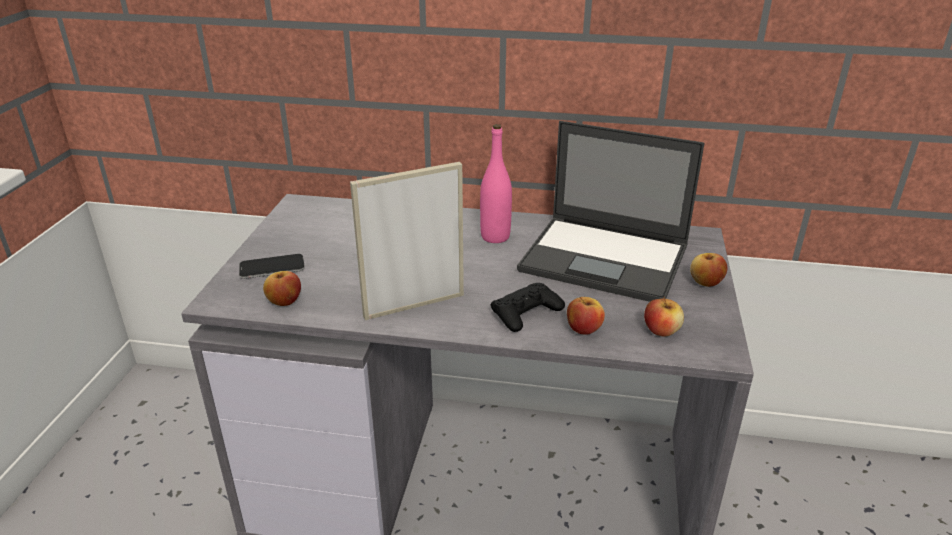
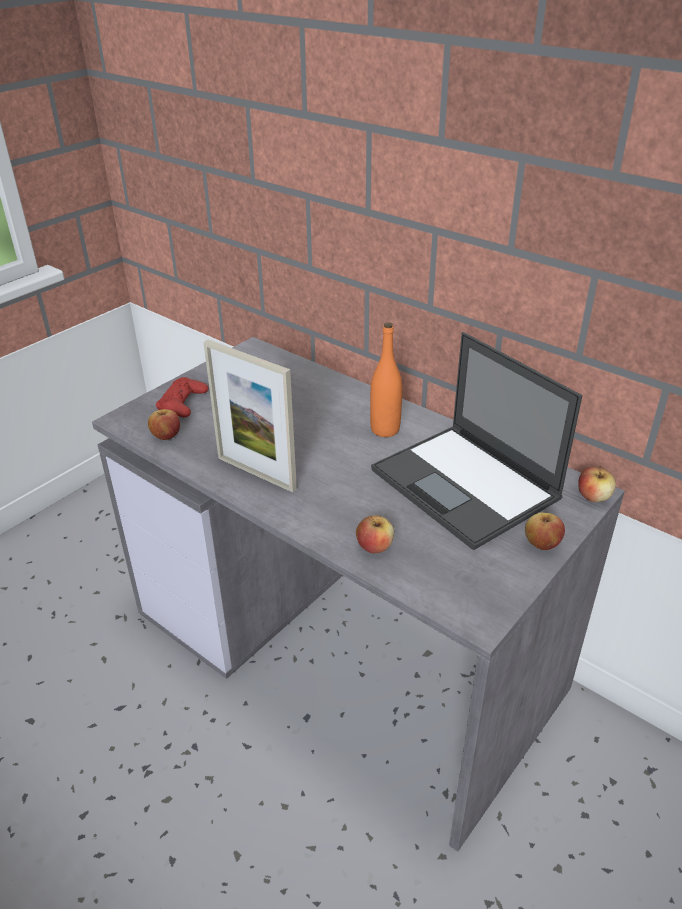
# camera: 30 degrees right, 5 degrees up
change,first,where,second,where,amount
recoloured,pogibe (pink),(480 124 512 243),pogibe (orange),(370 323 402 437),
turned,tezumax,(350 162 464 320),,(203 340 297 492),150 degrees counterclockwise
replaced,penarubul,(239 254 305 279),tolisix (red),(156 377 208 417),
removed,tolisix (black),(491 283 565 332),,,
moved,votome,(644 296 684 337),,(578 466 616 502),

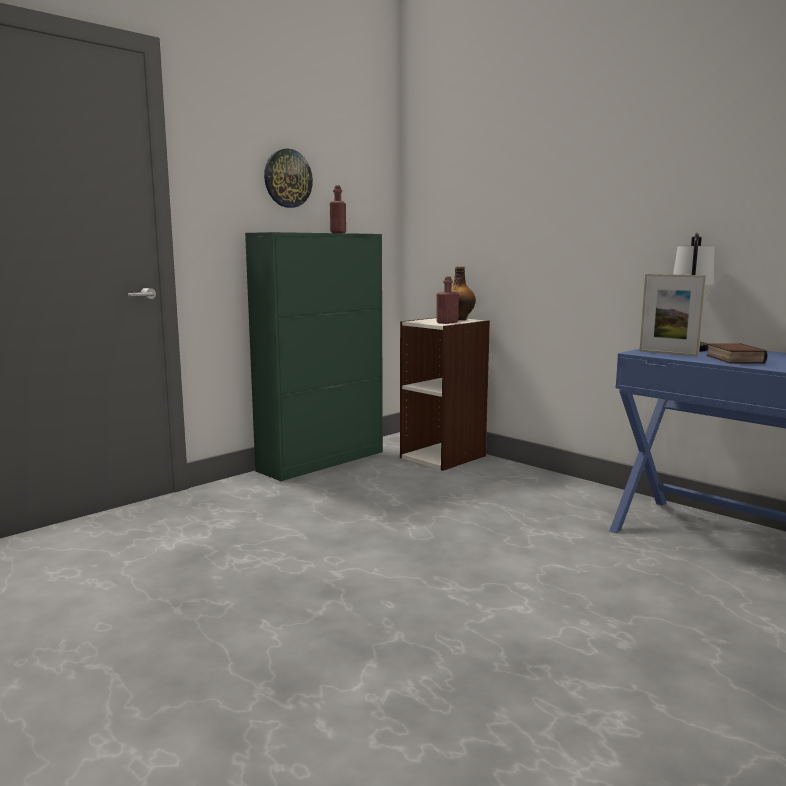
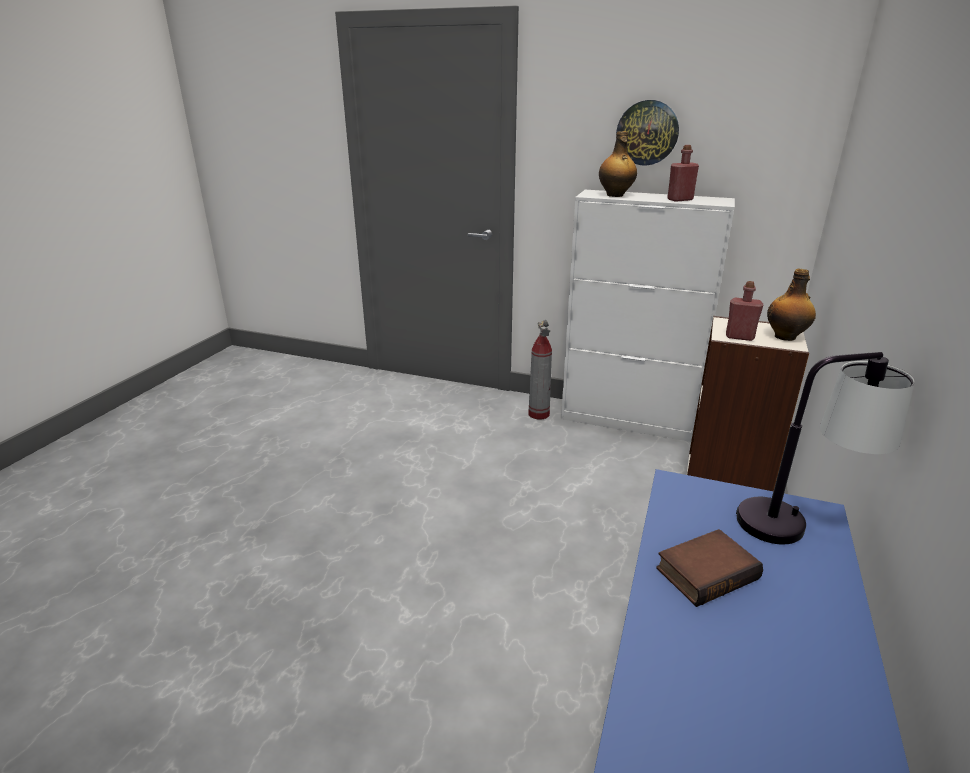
# camera: 65 degrees right, 15 degrees up
change,first,where,second,where,amount
recoloured,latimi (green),(245 232 383 481),latimi (white),(561 190 735 442),
removed,tezumax,(639 274 706 356),,,
added,,,pogibe,(599 131 637 197),
added,,,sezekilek,(528 320 552 420),

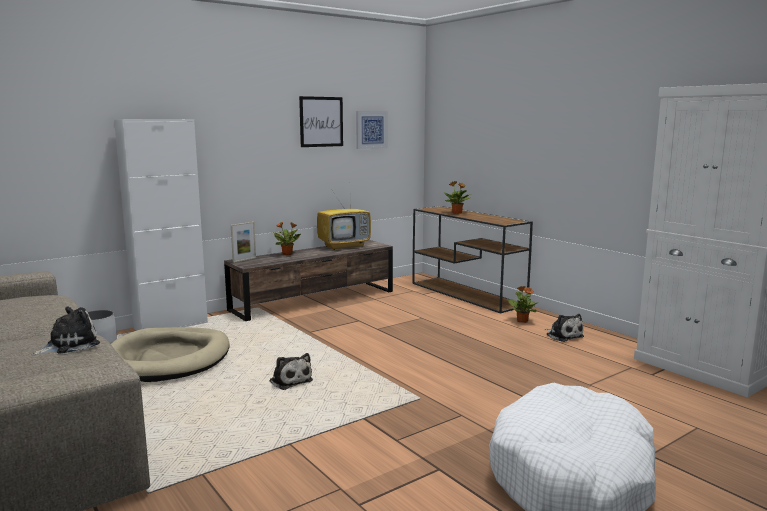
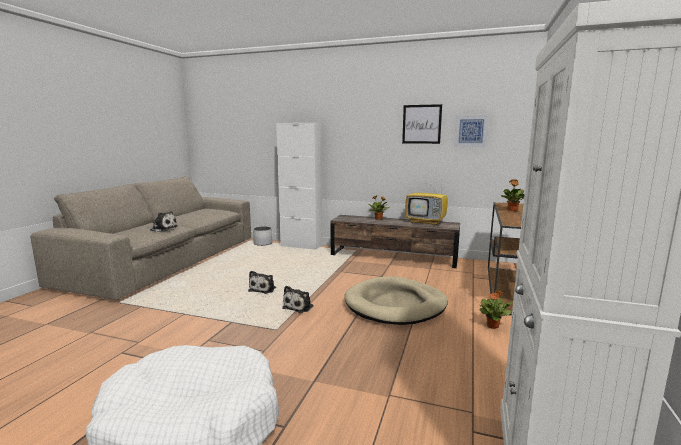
# camera: 55 degrees right, 0 degrees up
change,first,where,second,where,amount
removed,tezumax,(231 222 256 263),,,
moved,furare,(544 314 584 342),,(282 286 313 313),
moved,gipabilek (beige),(111 327 229 382),,(344 276 448 325),

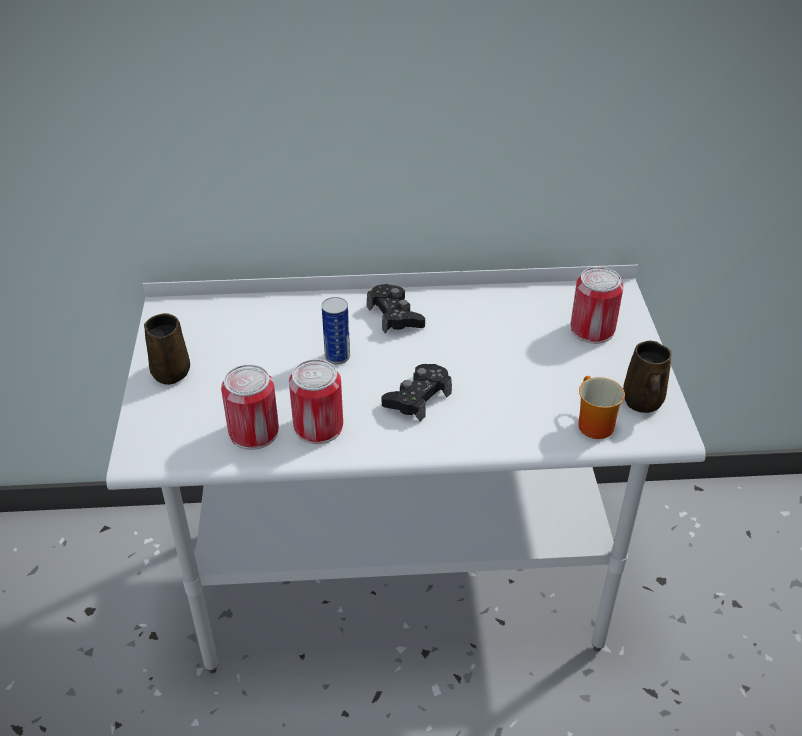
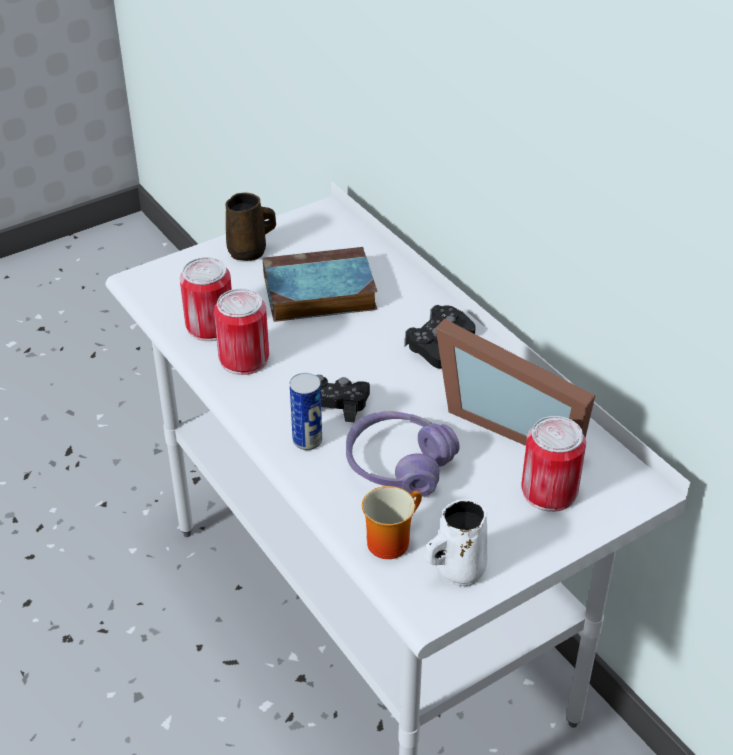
# camera: 60 degrees right, 0 degrees up
change,first,where,second,where,amount
moved,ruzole,(322 297 350 365),,(290 373 322 450),
recoloured,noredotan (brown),(623 341 671 413),noredotan (white),(425 499 487 586),
added,,,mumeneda,(263 247 377 322),
added,,,tezumax,(436 319 595 446),
added,,,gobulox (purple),(346 411 459 497),

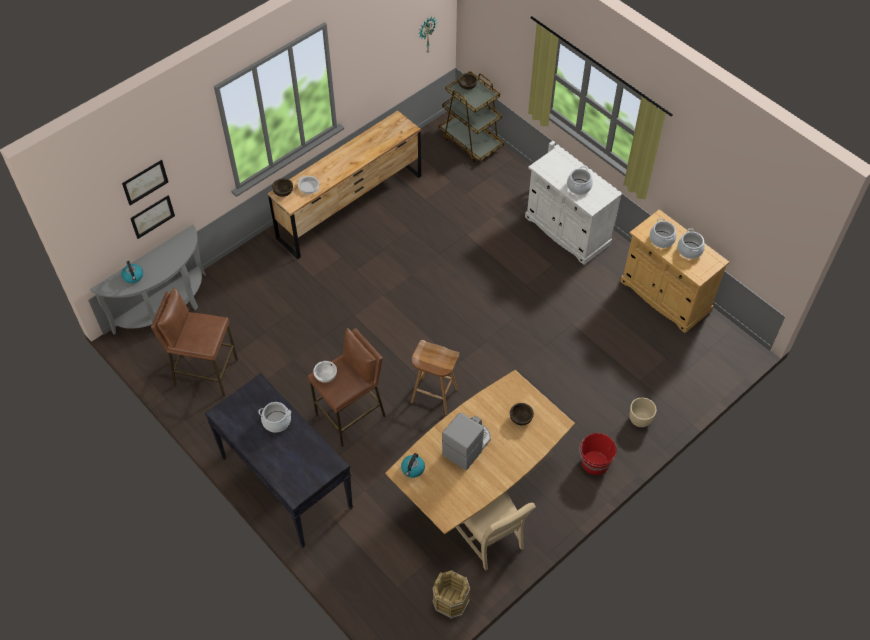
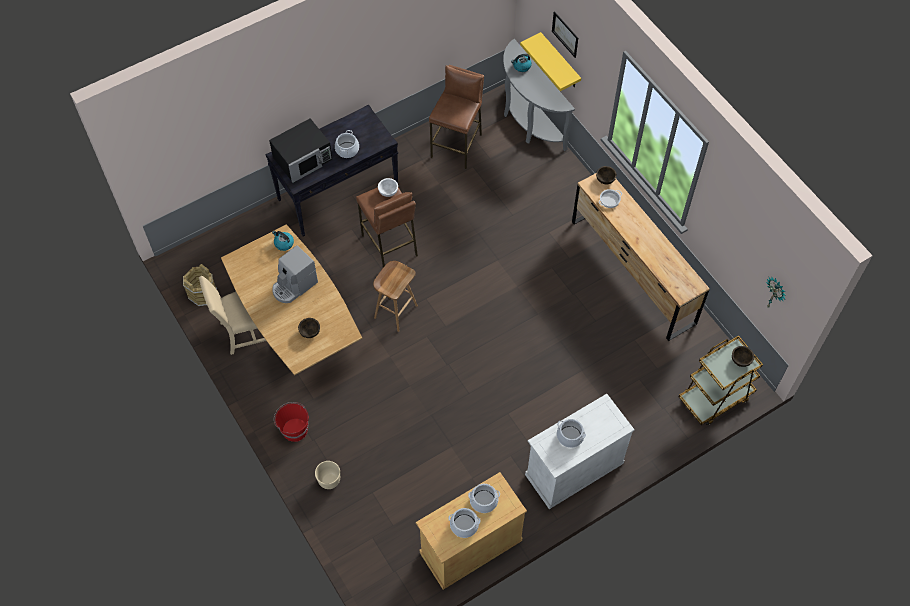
# camera: 100 degrees right, 5 degrees up
change,first,where,second,where,amount
replaced,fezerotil,(130 195 175 239),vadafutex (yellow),(520 32 581 91),
turned,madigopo,(442 413 491 471),,(272 245 318 303),90 degrees clockwise
added,,,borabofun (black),(269 118 332 182),

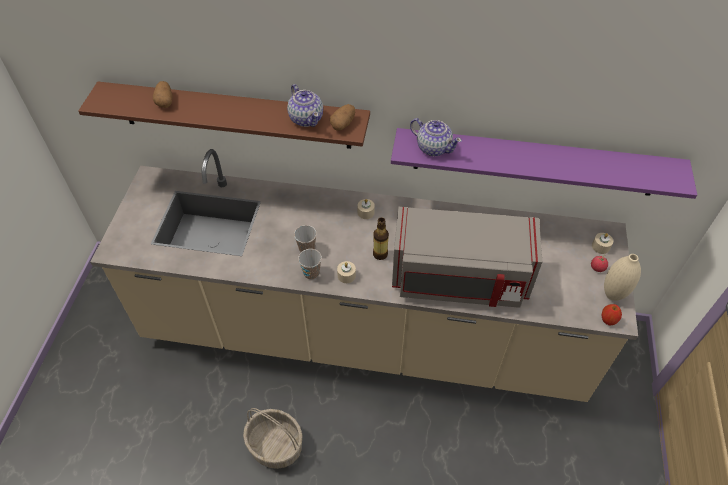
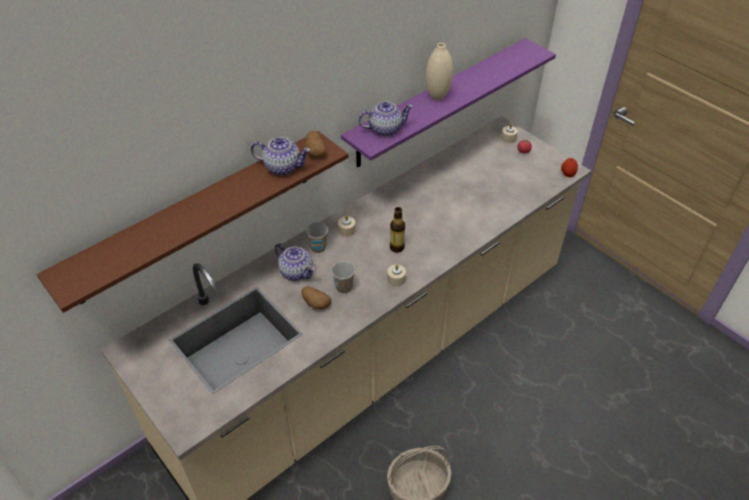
# camera: 50 degrees left, 5 degrees down
change,first,where,second,where,amount
moved,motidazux,(153 81 173 108),,(302 286 331 310),
removed,borabofun (grey),(392 207 542 308),,,
moved,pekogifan,(298 249 322 280),,(306 222 328 253),
moved,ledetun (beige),(604 254 641 301),,(426 43 453 100),
added,,,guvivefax,(275 243 315 281),

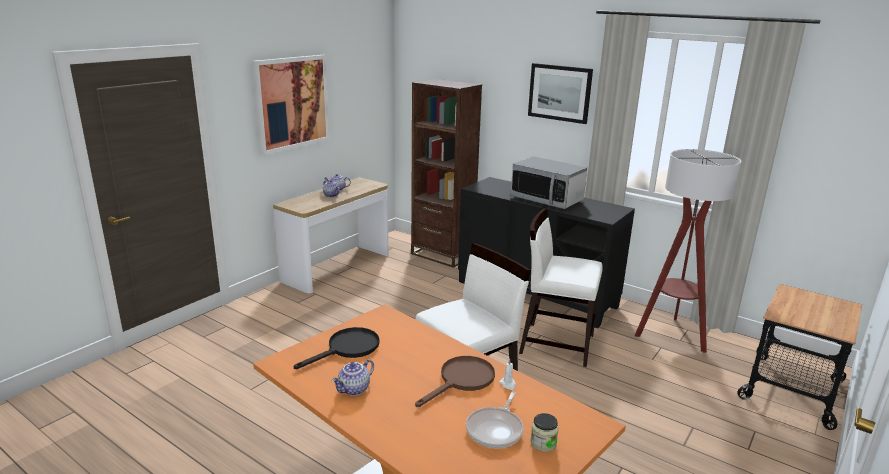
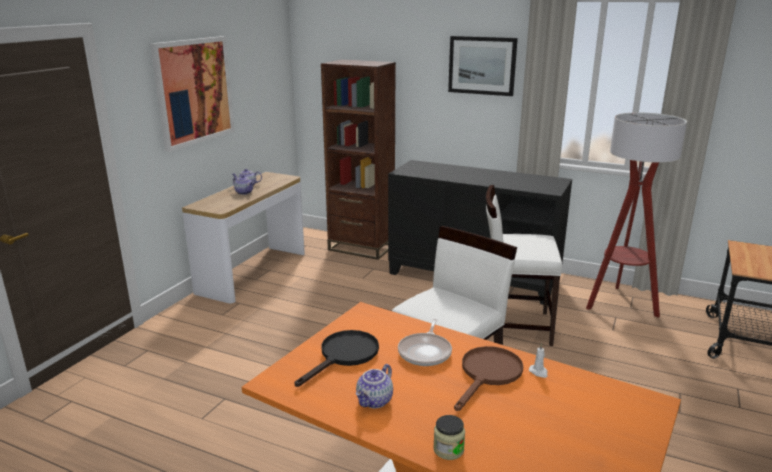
# camera: 10 degrees left, 0 degrees up
change,first,where,second,where,amount
removed,borabofun,(511 156 587 209),,,
moved,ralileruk,(466 392 523 448),,(398 319 452 366),
moved,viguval,(530 413 559 452),,(433 415 465 460),

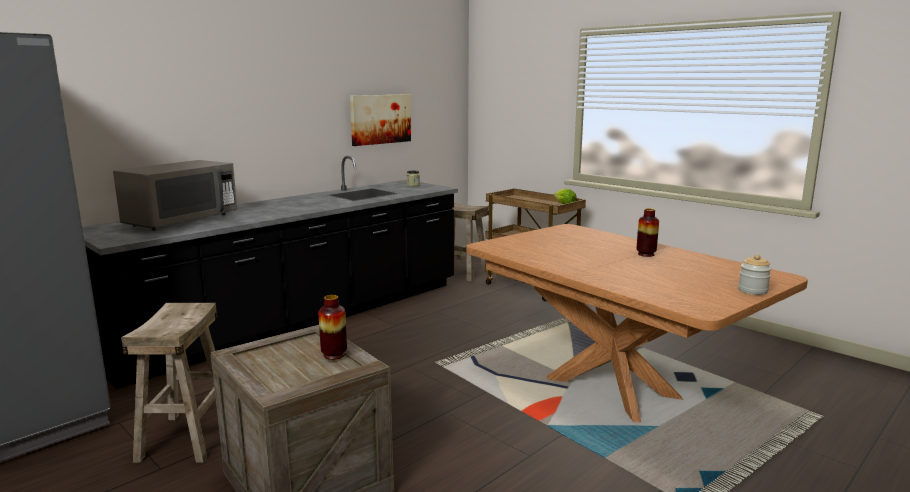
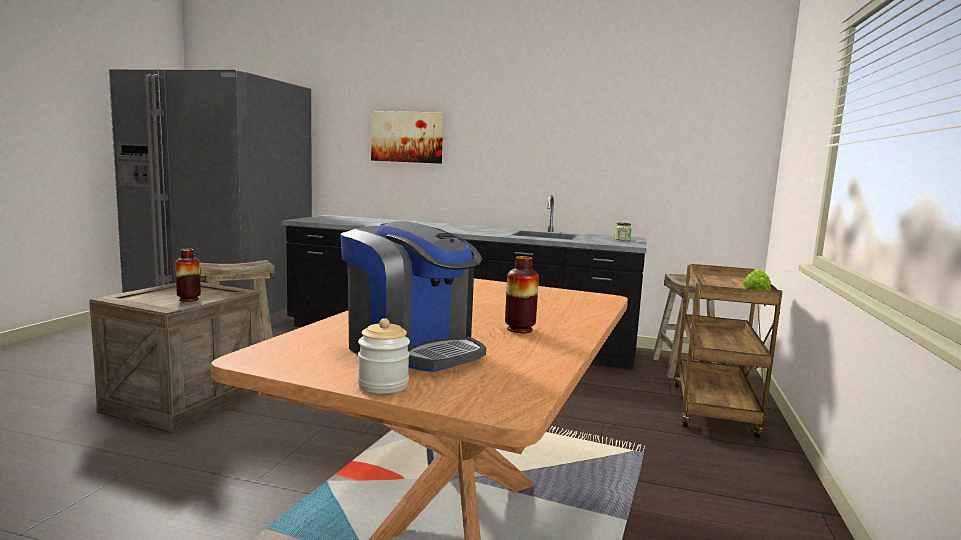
# camera: 60 degrees right, 5 degrees down
change,first,where,second,where,amount
moved,fezerotil,(350 94 411 146),,(371 111 444 164),
removed,borabofun (grey),(113 160 237 231),,,
added,,,madigopo,(340 221 486 372),

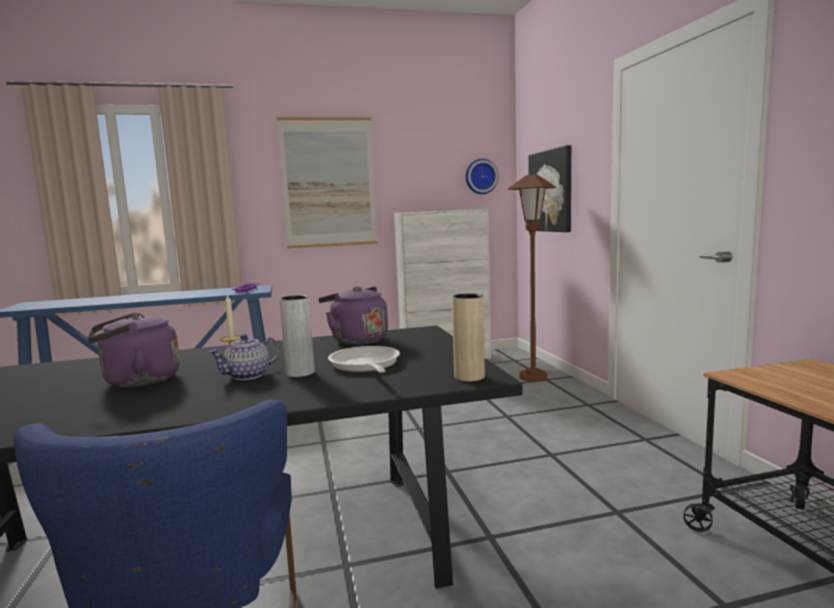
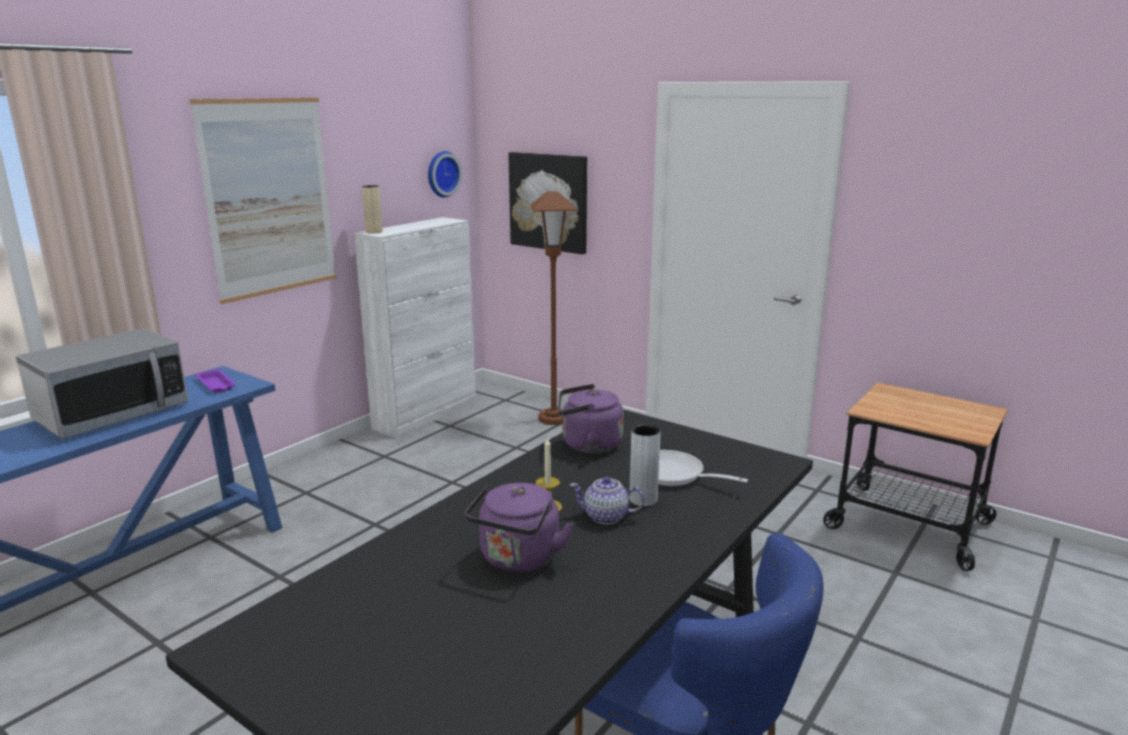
# camera: 40 degrees left, 10 degrees up
change,first,where,second,where,amount
moved,ledetun (beige),(452 294 485 381),,(362 185 383 234),
turned,guvivefax,(209 334 280 380),,(570 477 644 525),90 degrees clockwise
added,,,borabofun,(16 328 188 439),

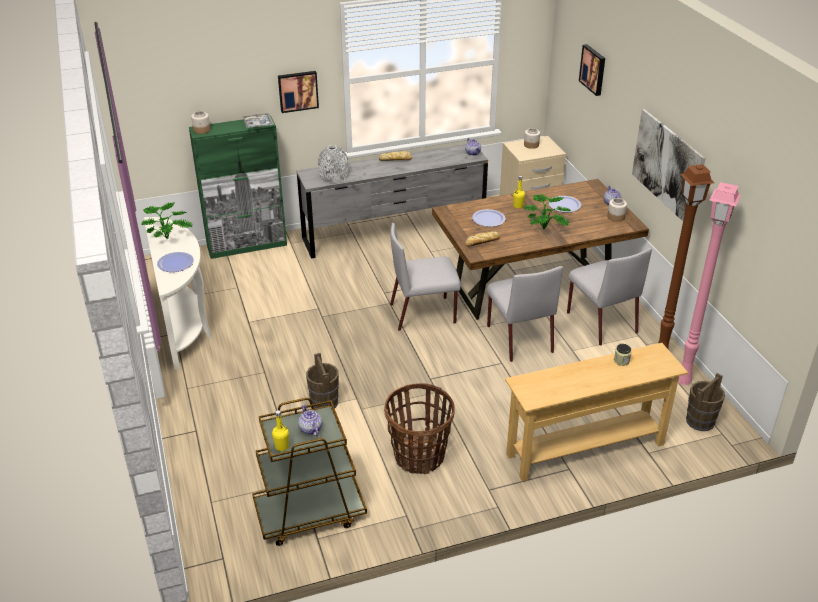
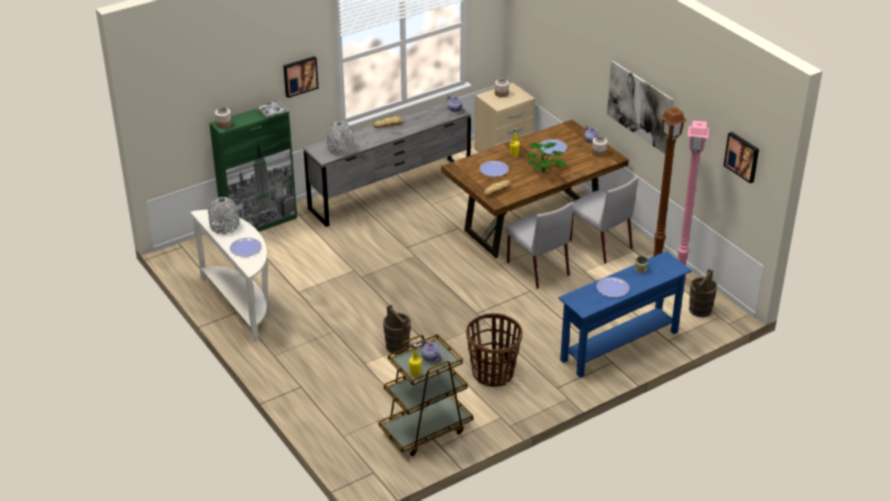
# camera: 15 degrees left, 0 degrees up
change,first,where,second,where,amount
moved,fezerotil,(579 44 605 96),,(724 132 759 183),
replaced,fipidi,(142 202 193 239),ledetun (grey),(208 197 239 234),
removed,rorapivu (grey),(390 223 461 331),,,
recoloured,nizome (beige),(505 343 688 482),nizome (blue),(558 251 692 378),
added,,,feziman,(596 277 629 298),

